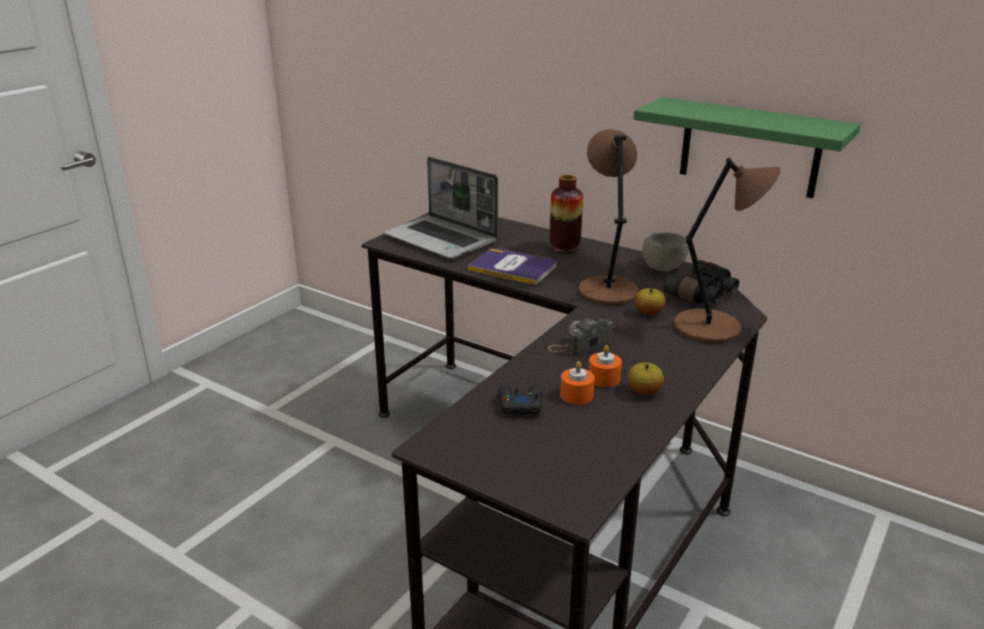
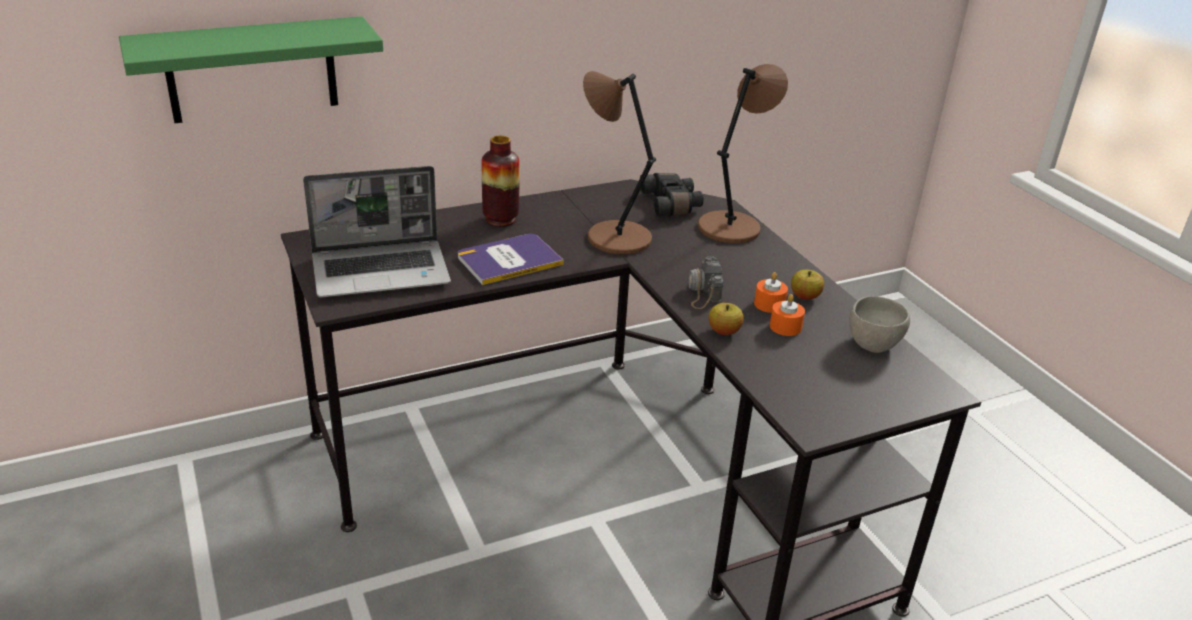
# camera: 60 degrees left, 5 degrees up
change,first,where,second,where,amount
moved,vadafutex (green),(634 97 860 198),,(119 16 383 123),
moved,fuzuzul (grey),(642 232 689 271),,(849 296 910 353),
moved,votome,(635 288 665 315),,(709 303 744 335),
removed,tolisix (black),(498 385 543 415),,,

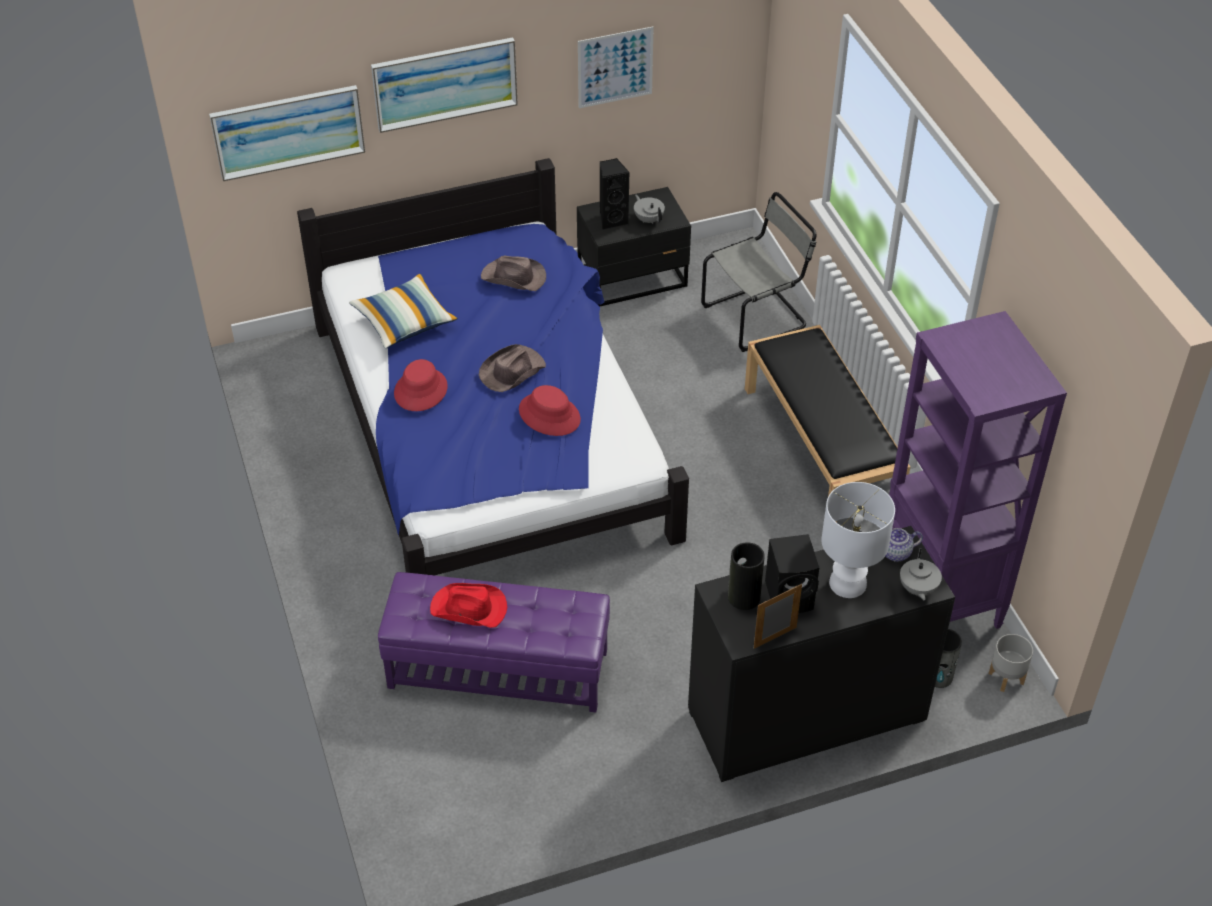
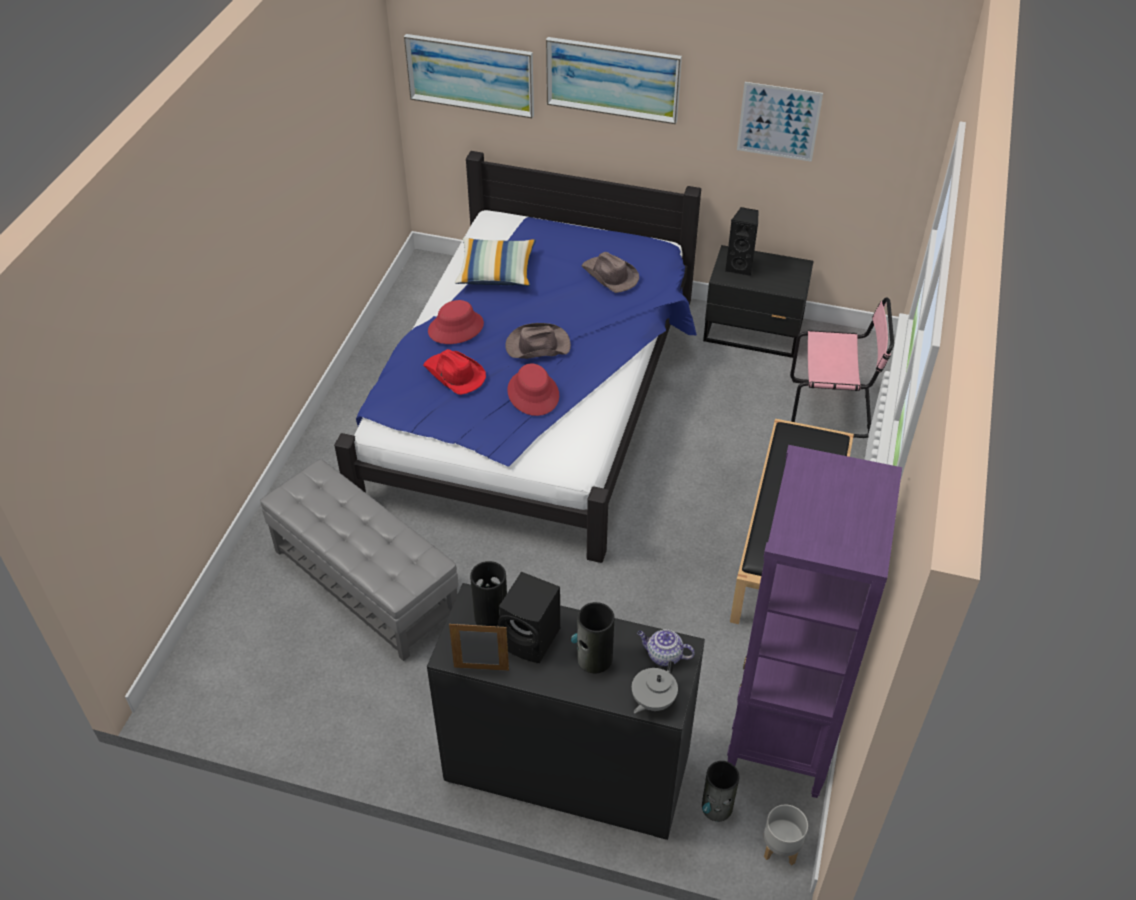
# camera: 35 degrees right, 0 degrees up
change,first,where,second,where,amount
recoloured,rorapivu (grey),(701 192 816 352),rorapivu (pink),(790 297 894 438),
removed,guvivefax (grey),(634 194 665 224),,,
replaced,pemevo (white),(821 482 895 598),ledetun,(571 602 614 673),
recoloured,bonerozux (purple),(378 572 610 712),bonerozux (grey),(260 459 458 661),
moved,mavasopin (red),(430 583 507 628),,(423 349 486 395),

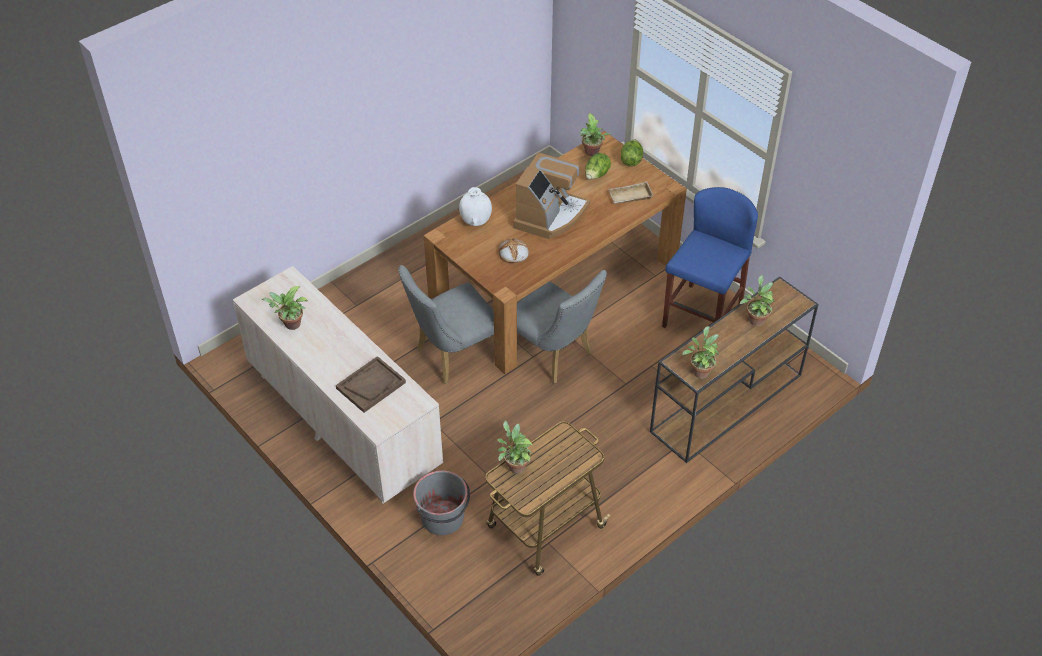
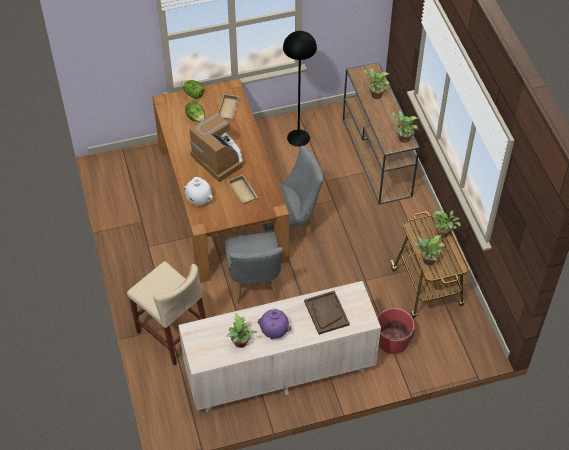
# camera: 65 degrees left, 5 degrees up
change,first,where,second,where,amount
moved,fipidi,(579 113 612 156),,(433 210 461 238),
replaced,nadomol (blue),(662 187 758 328),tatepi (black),(283 31 317 147),
replaced,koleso,(499 238 529 263),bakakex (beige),(228 175 258 205),
recoloured,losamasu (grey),(413 470 470 535),losamasu (red),(377 308 415 354),
added,,,nadomol (beige),(127 261 206 365),
added,,,ledetun (purple),(258 309 291 339),

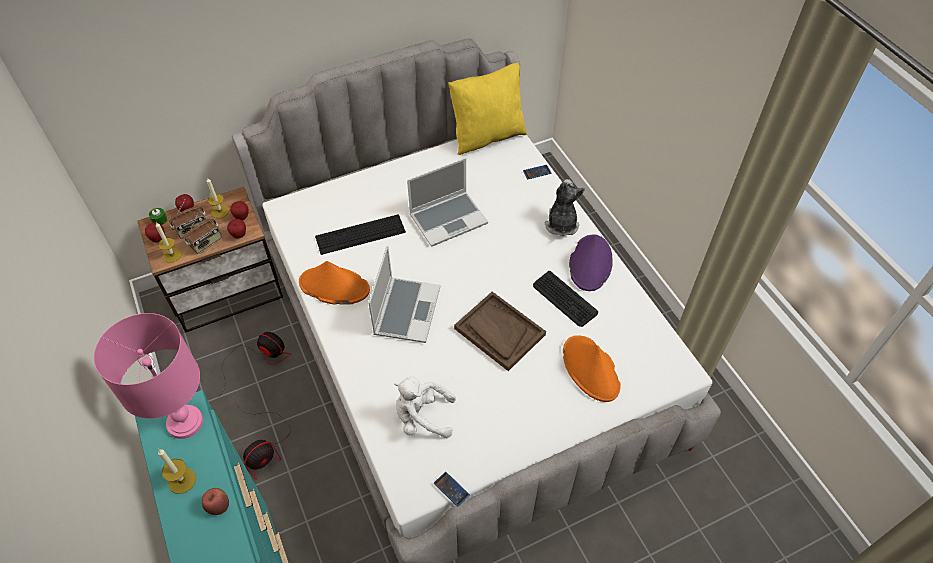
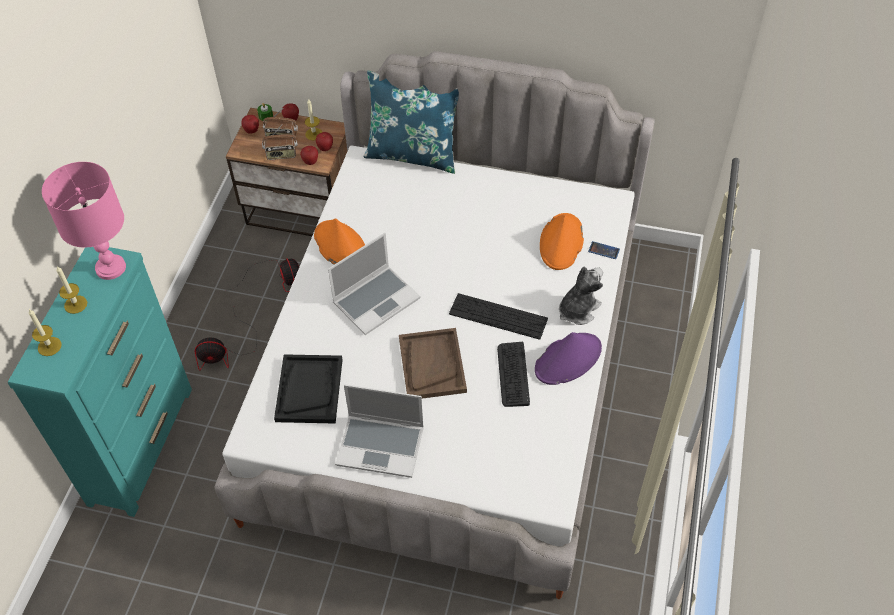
# camera: 40 degrees right, 0 degrees up
change,first,where,second,where,amount
removed,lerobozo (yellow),(448 63 527 155),,,
moved,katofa,(407 158 488 247),,(335 384 424 478),
moved,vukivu,(315 214 406 255),,(449 293 548 340),
moved,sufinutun,(156 222 182 263),,(29 309 62 356),
moved,mavasopin (orange),(563 335 621 402),,(540 213 584 270),
replaced,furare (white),(394 377 456 438),bakakex (black),(274 354 343 424),
removed,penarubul,(434 472 470 506),,,
removed,votome,(202 488 229 515),,,
added,,,lerobozo (blue),(364 70 459 174),

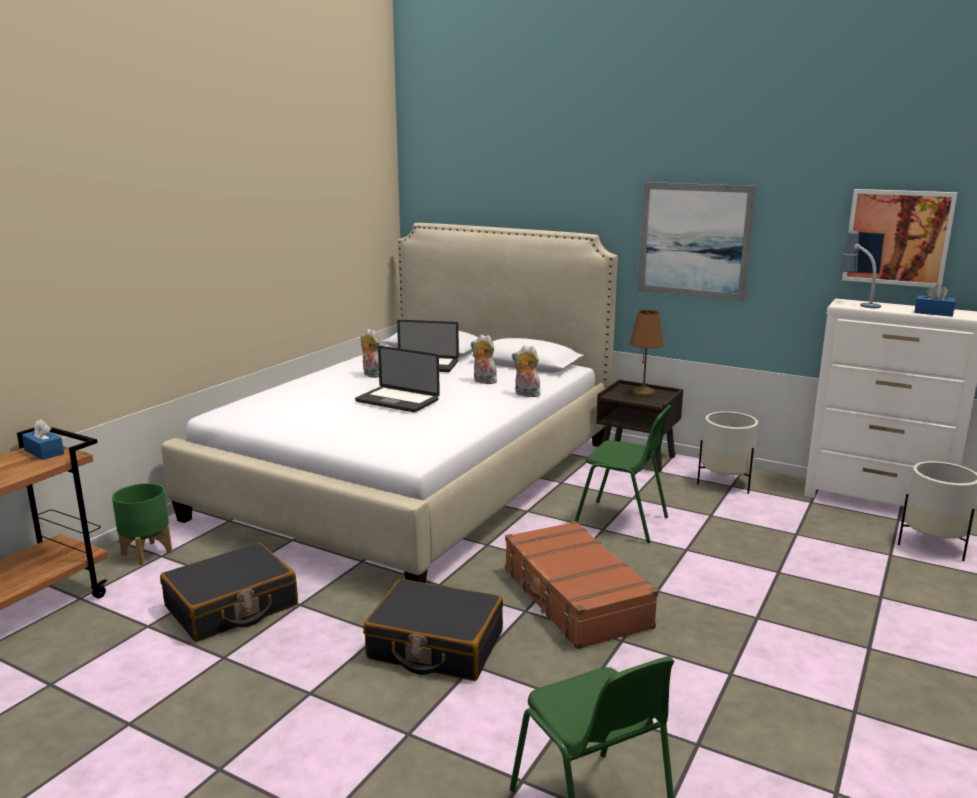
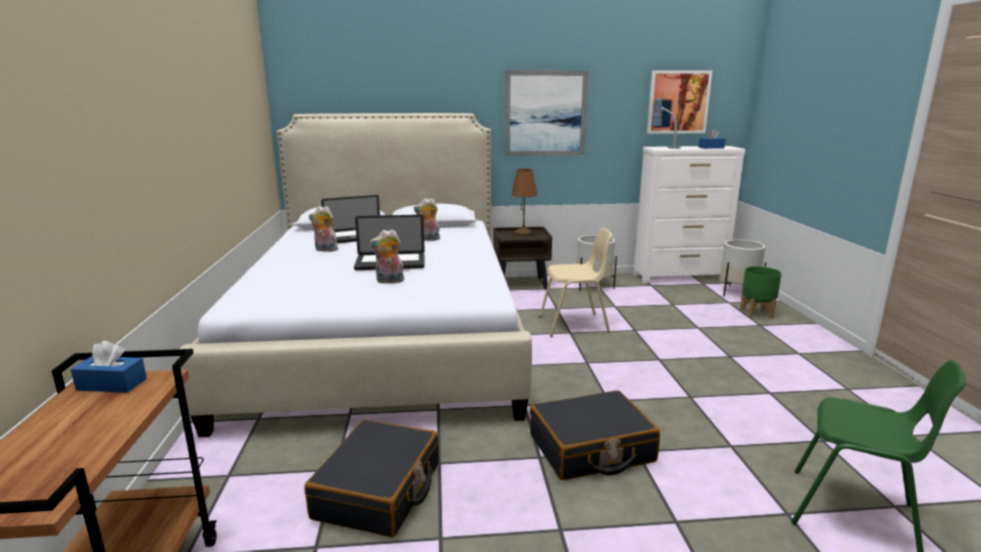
# camera: 35 degrees left, 0 degrees up
change,first,where,second,where,amount
moved,furare,(512 345 542 397),,(369 229 405 284),
recoloured,rorapivu (green),(575 405 672 543),rorapivu (beige),(539 228 612 337),
moved,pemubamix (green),(112 483 172 565),,(740 266 782 319),
removed,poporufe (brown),(505 521 658 649),,,

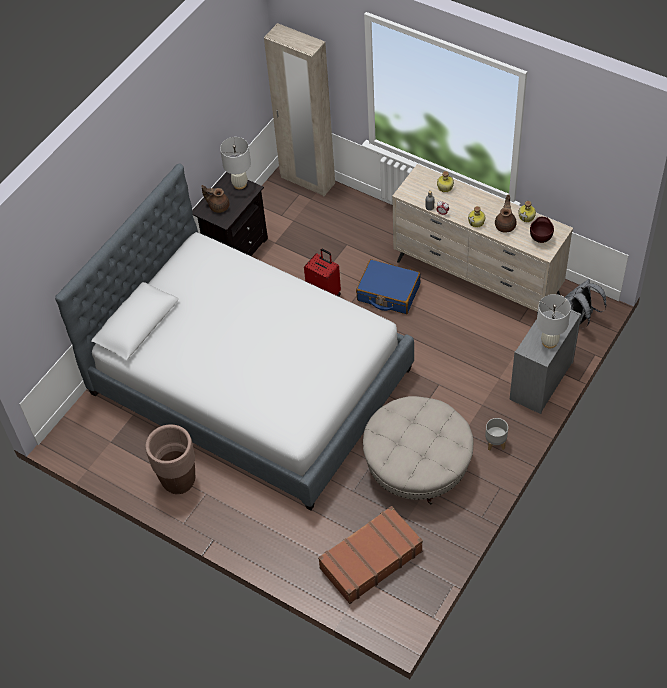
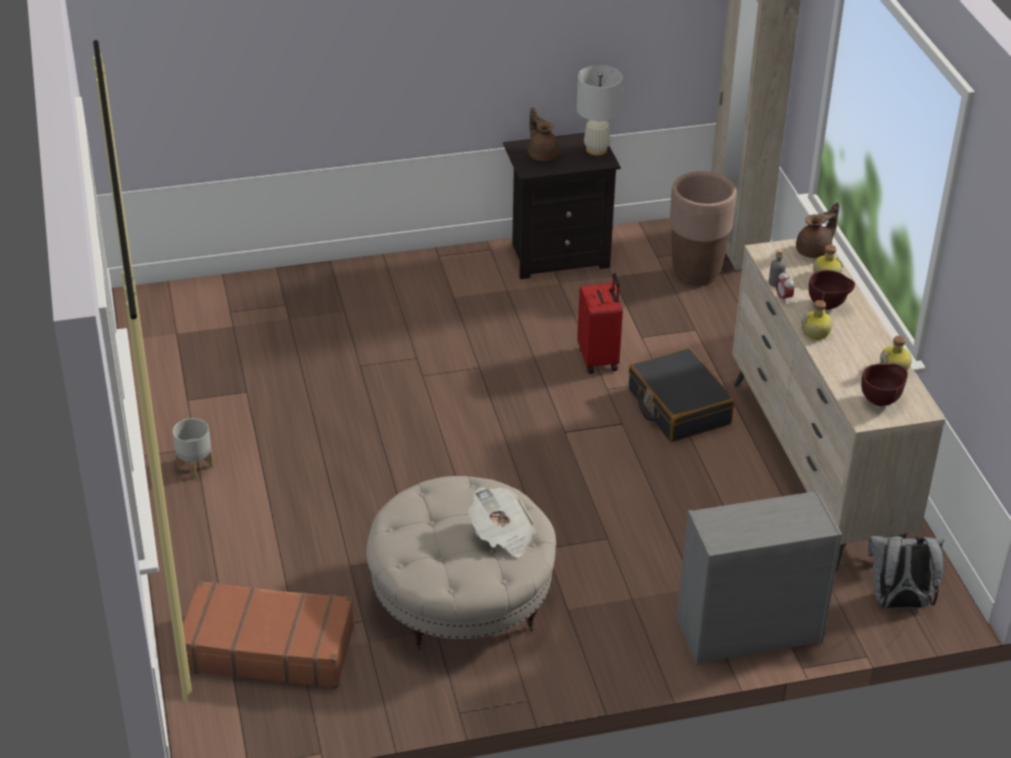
# camera: 40 degrees right, 15 degrees down
change,first,where,second,where,amount
removed,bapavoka,(55 164 414 511),,,
moved,guvivefax (brown),(495 195 517 233),,(796 202 839 258),
recoloured,poporufe (blue),(356 259 421 314),poporufe (black),(629 348 734 442),
removed,pemevo (white),(537 294 571 349),,,
moved,pemubamix (grey),(485 418 508 451),,(173 418 213 478),
moved,pemubamix (brown),(146 424 195 494),,(670 171 737 285),
added,,,fuzuzul (brown),(809 270 855 310),
added,,,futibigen,(468 487 537 558),

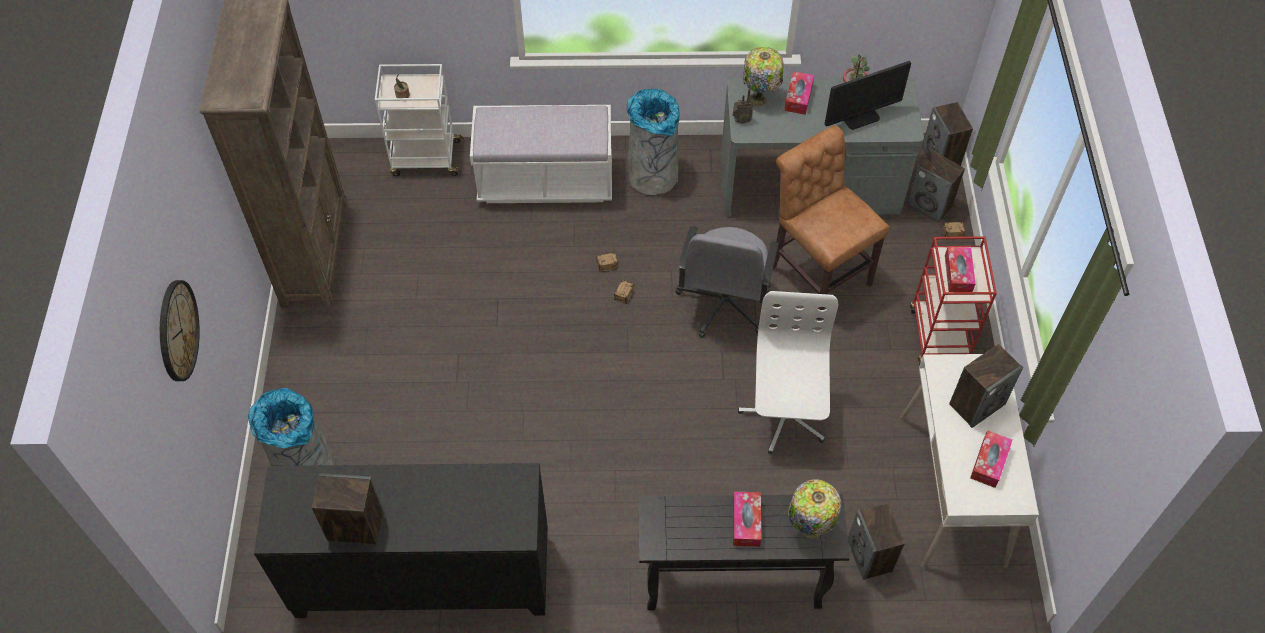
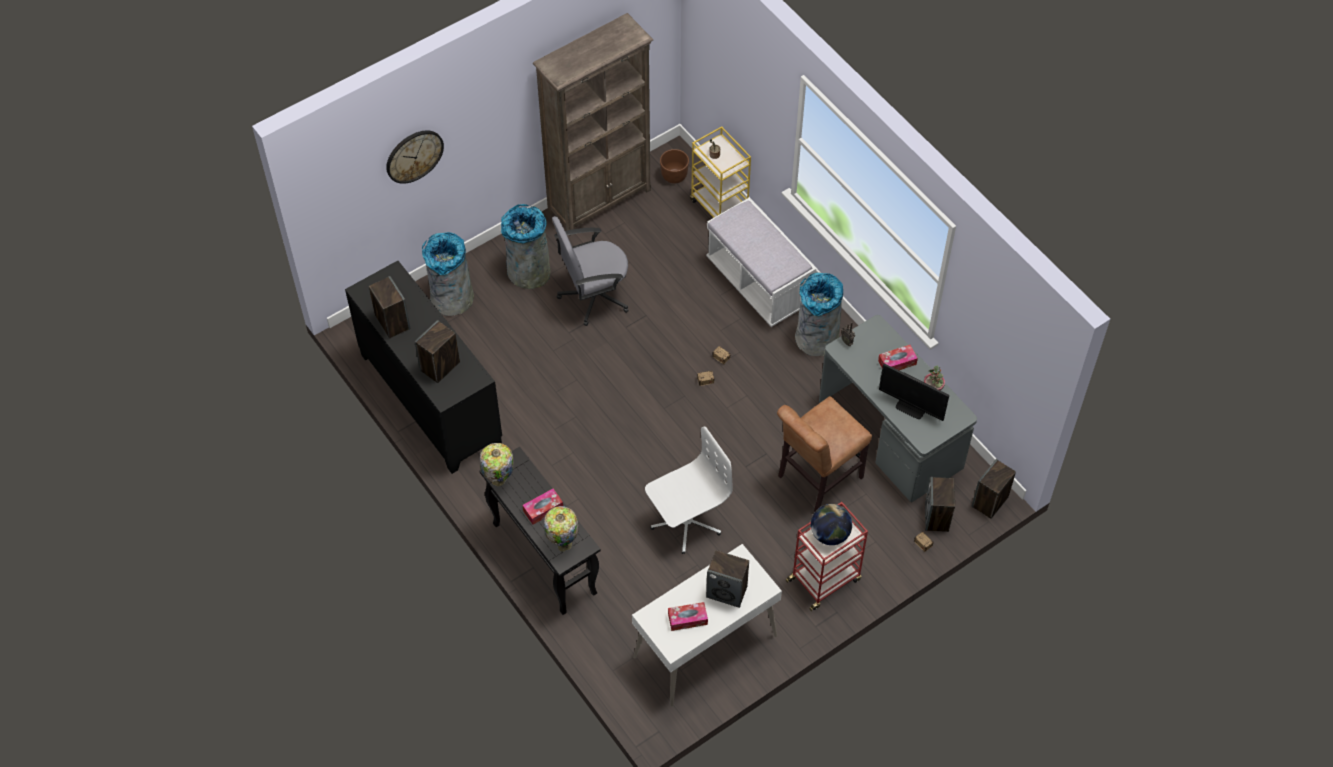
# camera: 55 degrees right, 0 degrees up
change,first,where,second,where,amount
moved,pemevo,(743 47 783 106),,(480 443 514 486),
recoloured,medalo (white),(375 64 464 176),medalo (yellow),(690 126 751 218),
turned,rorapivu (brown),(773 126 890 320),,(777 396 872 511),150 degrees counterclockwise
moved,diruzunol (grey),(676 226 779 338),,(552 216 629 326),
replaced,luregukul,(945 247 976 292),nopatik,(811 504 852 545),
moved,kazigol,(848 503 905 580),,(415 320 460 383),
added,,,pemubamix (brown),(660 149 689 184),
added,,,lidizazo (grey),(501 204 551 289),

